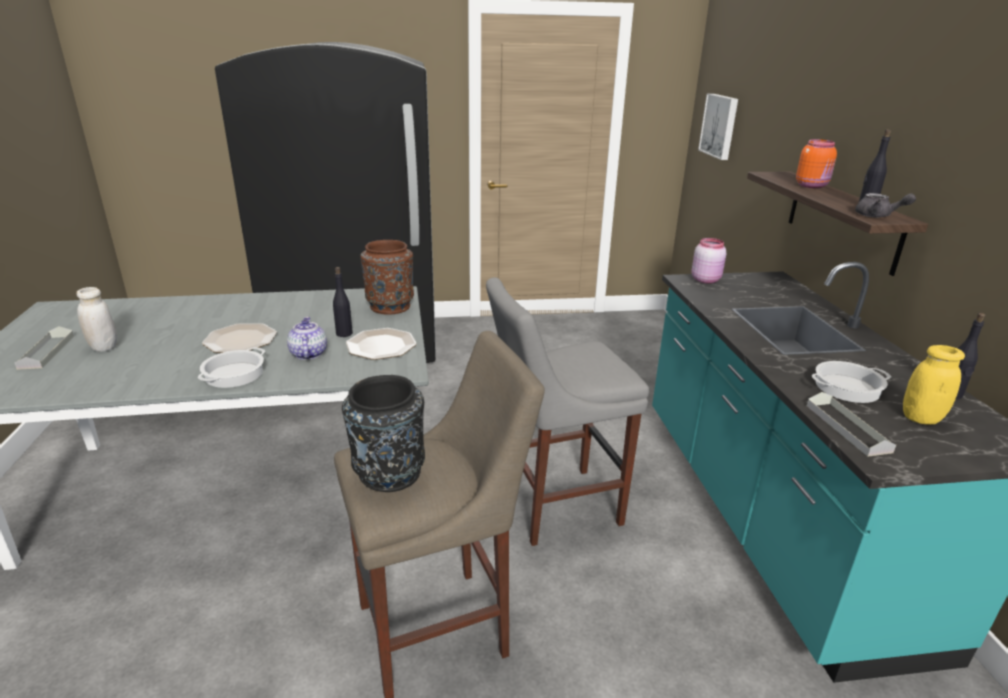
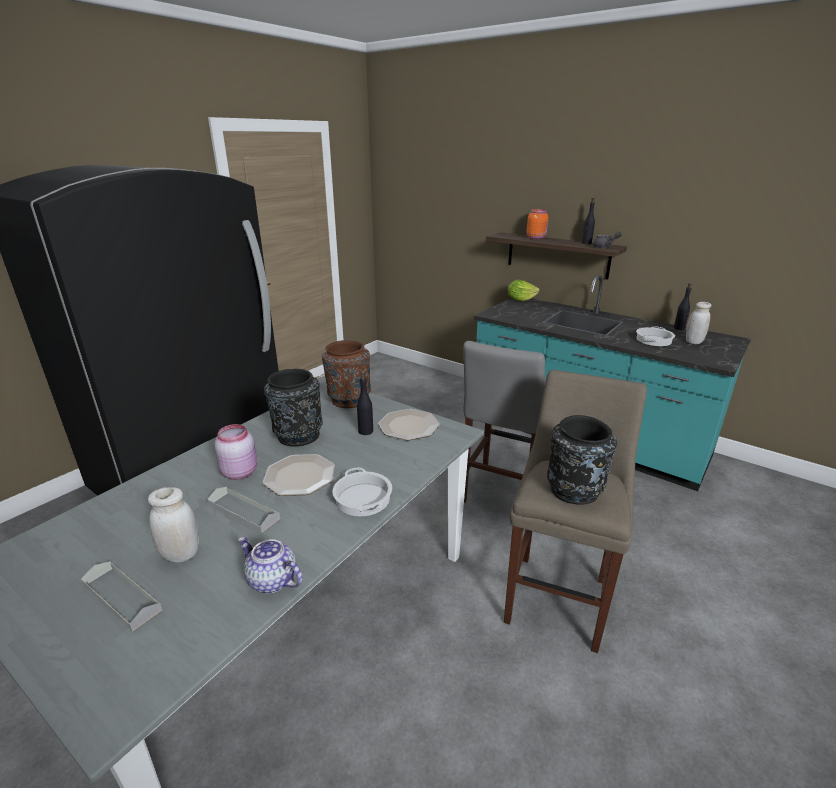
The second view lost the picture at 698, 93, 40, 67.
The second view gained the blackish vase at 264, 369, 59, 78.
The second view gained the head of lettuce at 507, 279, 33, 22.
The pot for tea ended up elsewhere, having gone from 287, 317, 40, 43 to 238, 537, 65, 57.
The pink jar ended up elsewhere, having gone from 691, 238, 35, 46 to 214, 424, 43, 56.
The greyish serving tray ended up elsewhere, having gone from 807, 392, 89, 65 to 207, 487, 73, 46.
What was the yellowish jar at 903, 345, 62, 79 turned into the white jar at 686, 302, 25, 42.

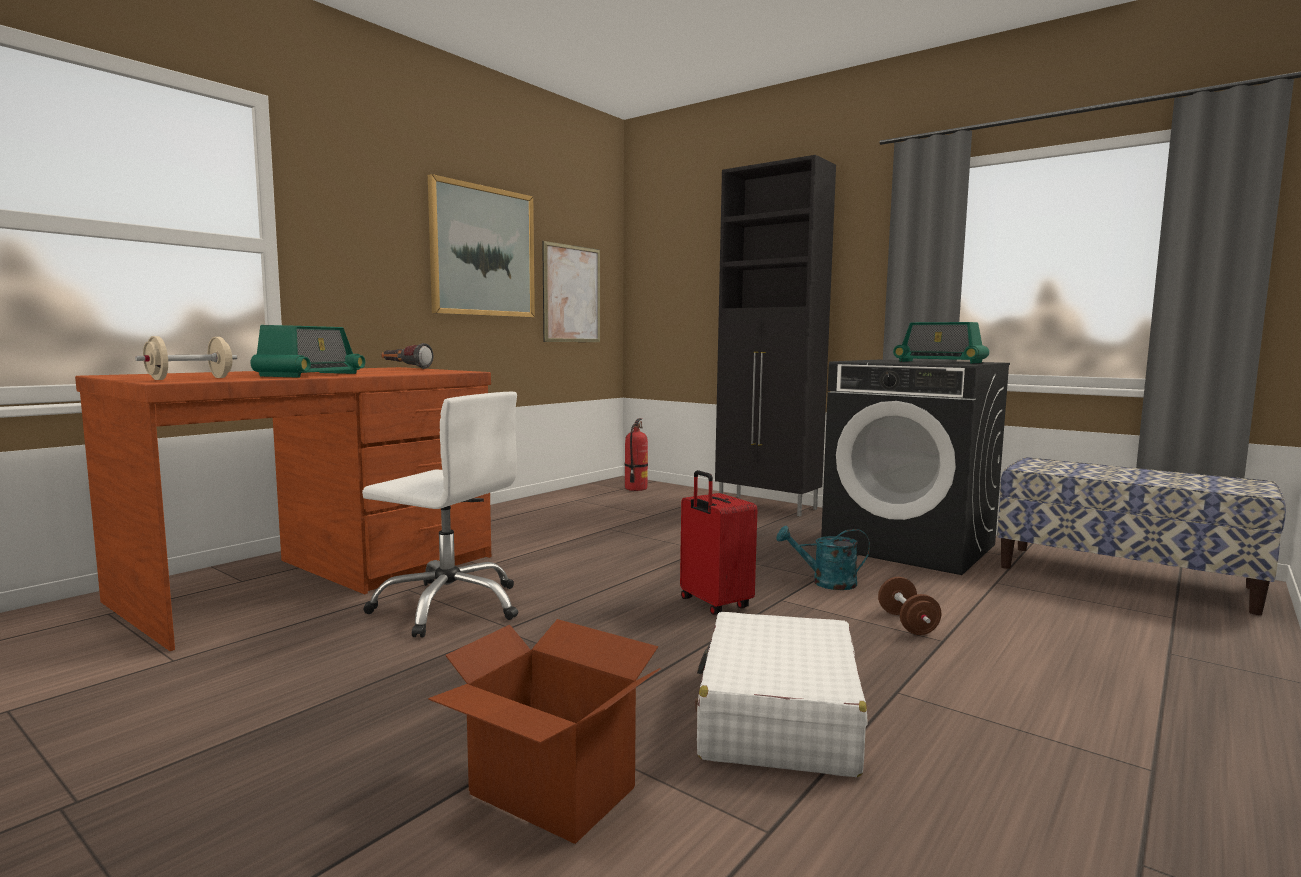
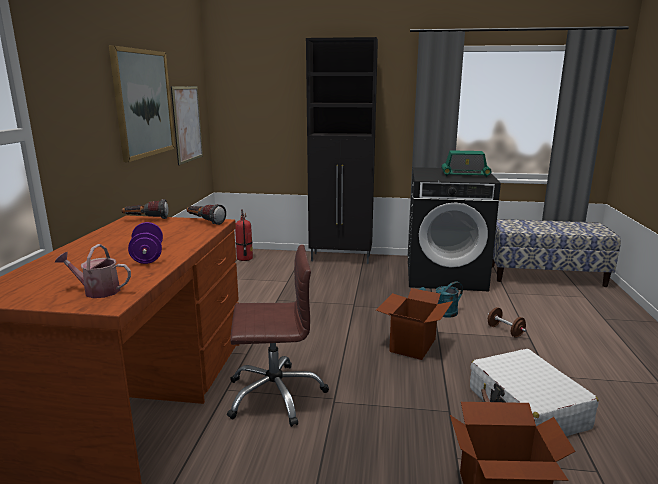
The second view gained the flashlight at 187, 204, 39, 21.
Where the beige-coloured free weight stood at 135, 336, 102, 44, the sprinkling can came to stand at 55, 244, 76, 54.
Where the radio receiver stood at 250, 325, 115, 53, the purplish free weight came to stand at 128, 222, 35, 42.
Where the reddish piece of luggage stood at 680, 470, 78, 145, the carton came to stand at 376, 288, 77, 72.
What was the white office chair at 362, 392, 156, 246 turned into the brown office chair at 227, 244, 102, 183.

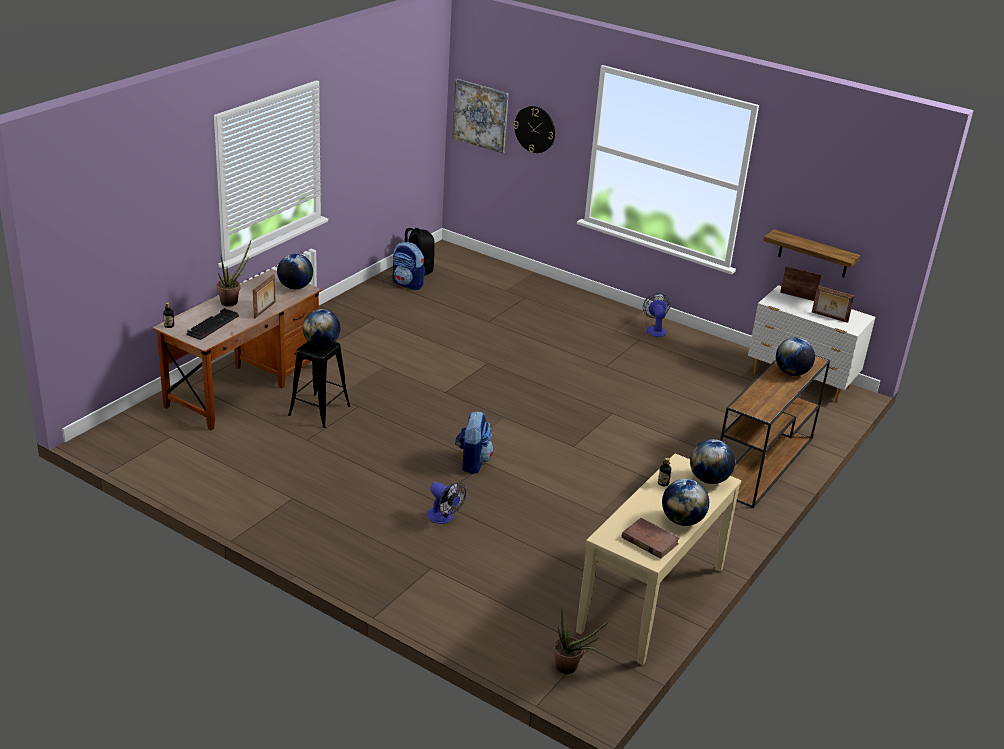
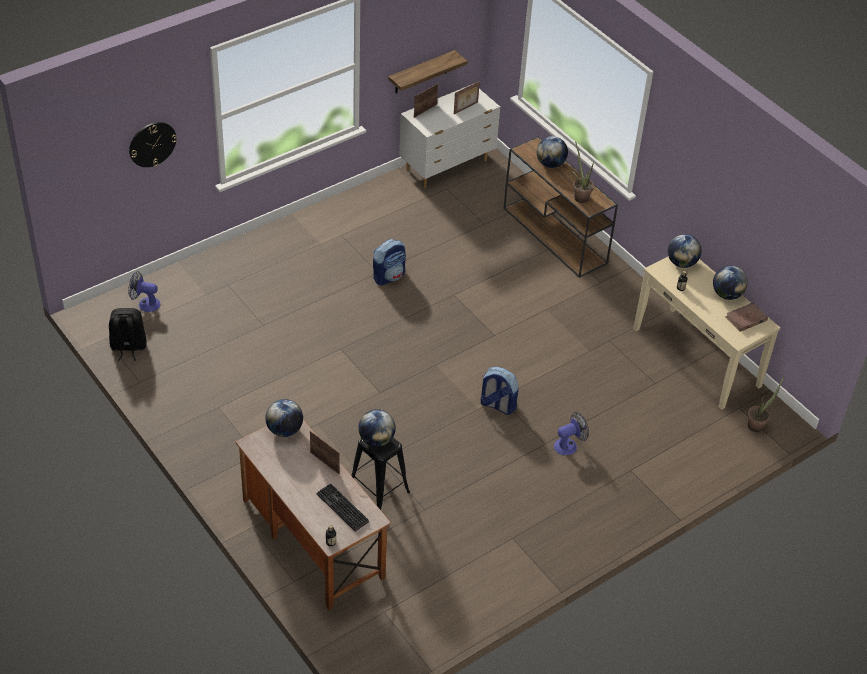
The second view lost the picture at 453, 79, 56, 75.
The potted plant ended up elsewhere, having gone from 216, 241, 35, 66 to 572, 142, 22, 61.
The knapsack ended up elsewhere, having gone from 392, 242, 33, 48 to 373, 239, 33, 46.
The electric fan ended up elsewhere, having gone from 643, 293, 27, 44 to 128, 271, 33, 41.

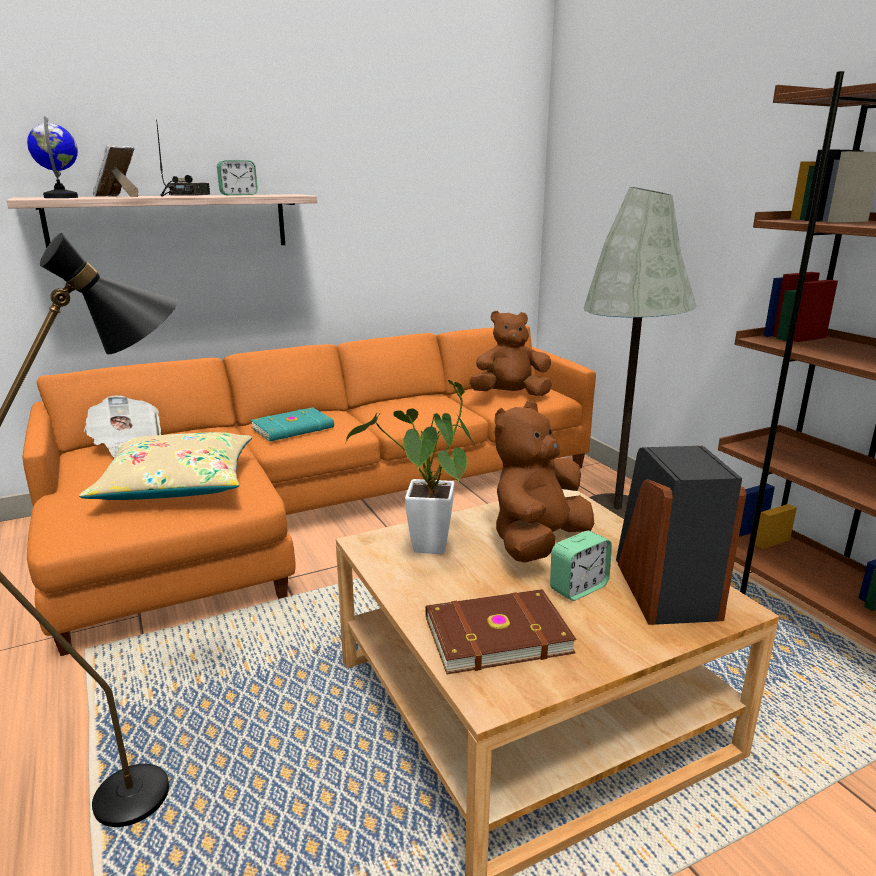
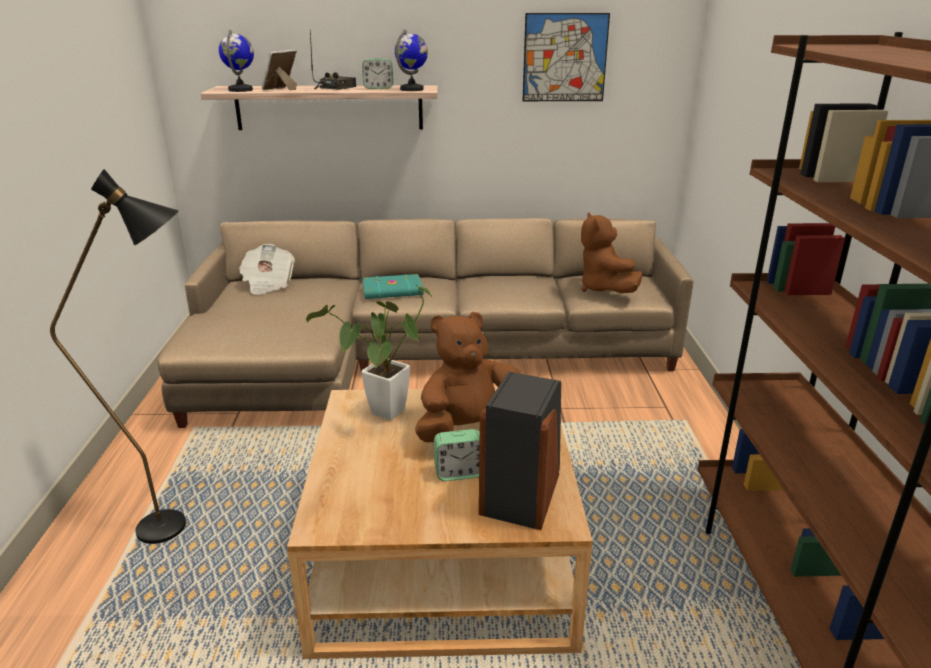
The second view lost the beige-coloured cushion at 79, 432, 173, 68.
The second view lost the brown volume at 425, 589, 152, 85.
The second view lost the greyish standing lamp at 584, 187, 113, 332.
The second view gained the globe at 395, 29, 33, 62.
The second view gained the picture at 523, 13, 87, 88.
What was the orange-coloured couch at 23, 326, 573, 330 turned into the beige-coloured couch at 157, 218, 537, 210.
The brown cuddly toy at 469, 311, 83, 85 ended up facing another way, 120 degrees counterclockwise from before.

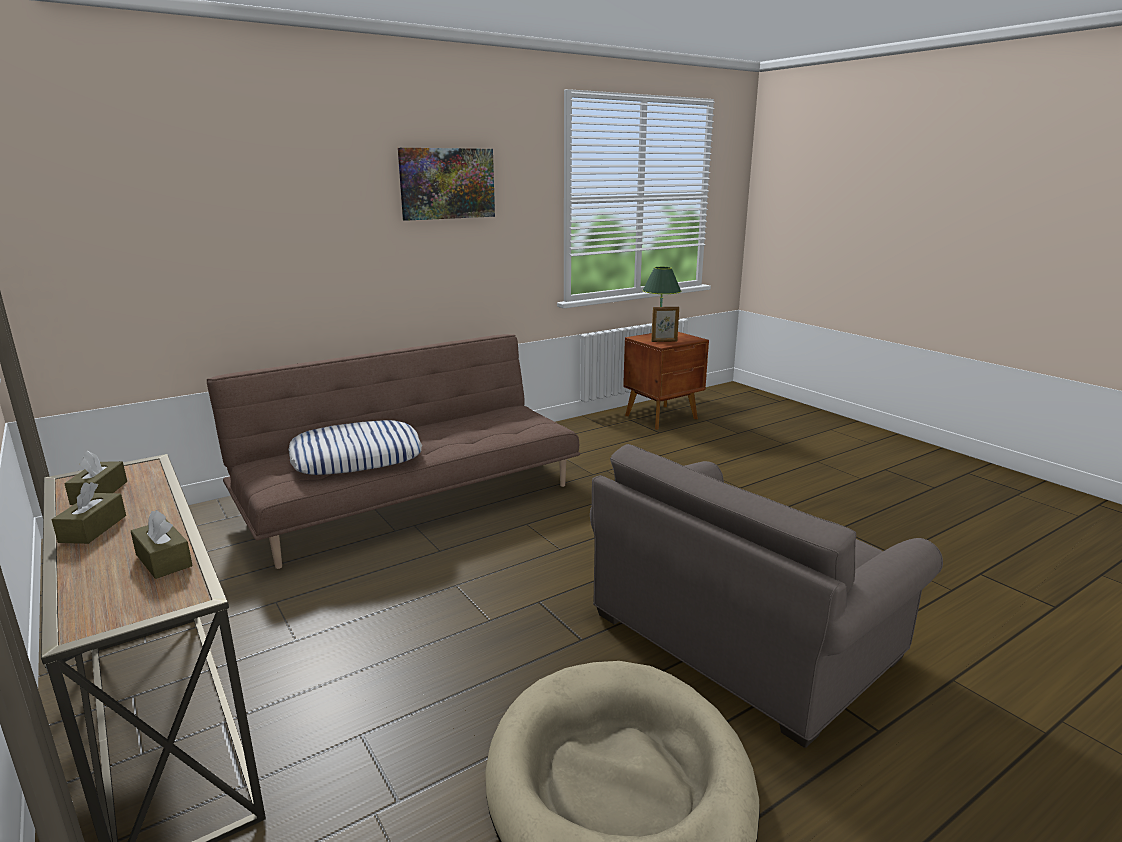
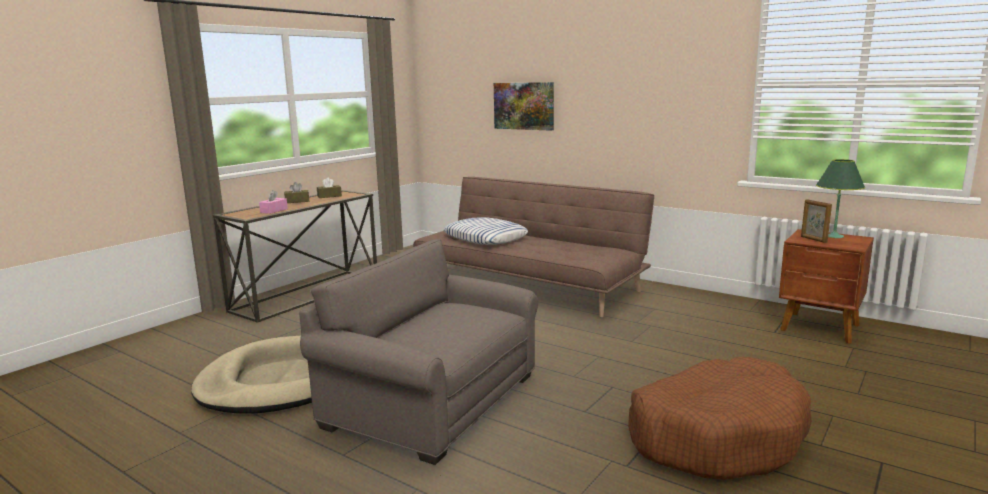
The second view gained the brown dog bed at 628, 357, 184, 123.
The picture ended up elsewhere, having gone from 398, 148, 97, 73 to 494, 82, 60, 49.
What was the brown tissue holder at 131, 510, 62, 69 turned into the pink tissue holder at 259, 190, 29, 24.

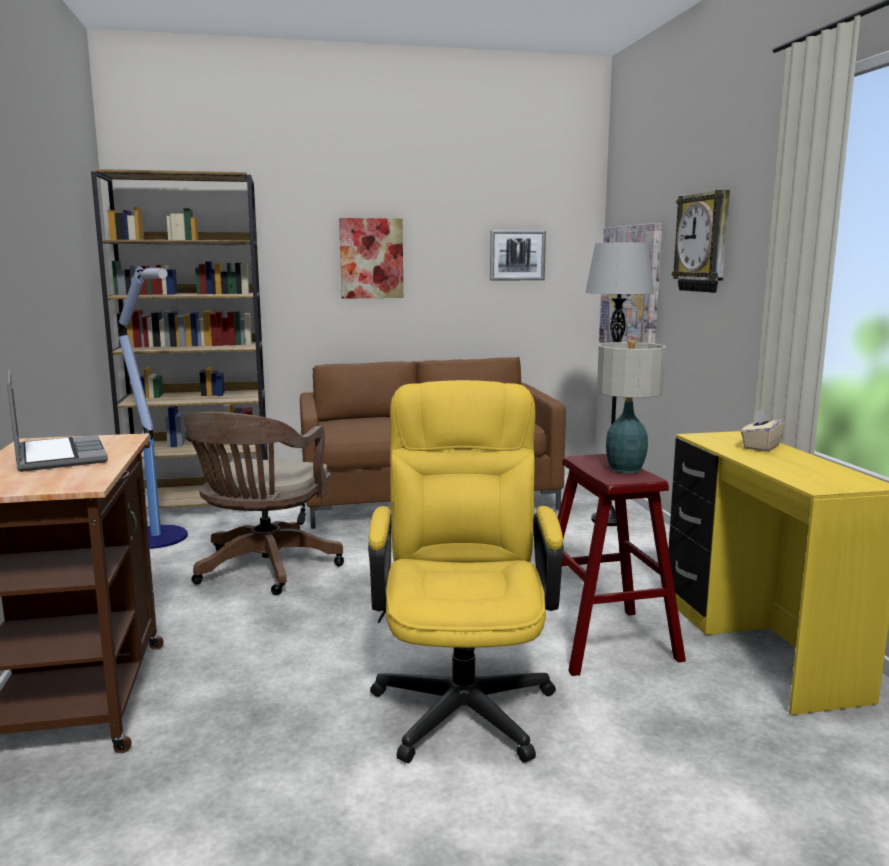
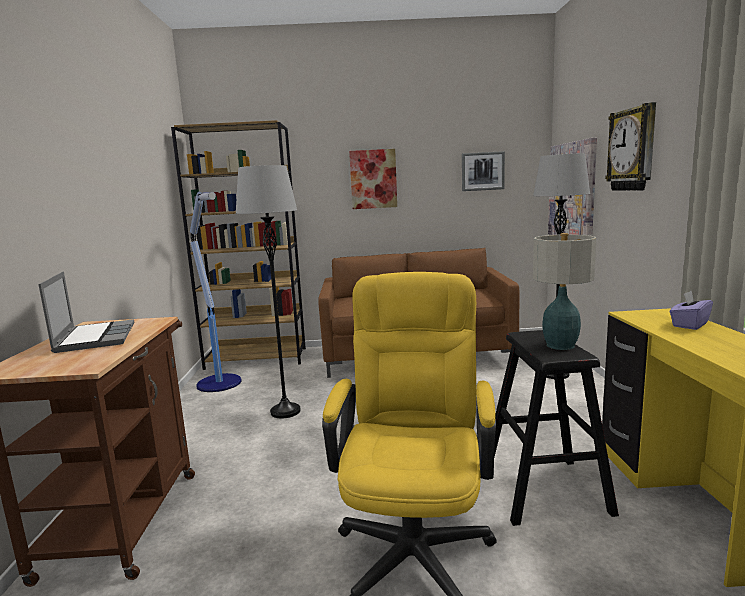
Where the brown office chair stood at 183, 412, 161, 183, the greyish standing lamp came to stand at 236, 165, 65, 254.
What was the reddish sitting stool at 557, 454, 129, 222 turned into the blackish sitting stool at 494, 330, 125, 196.
What was the beige-coloured tissue holder at 741, 409, 44, 43 turned into the purplish tissue holder at 670, 291, 43, 39.

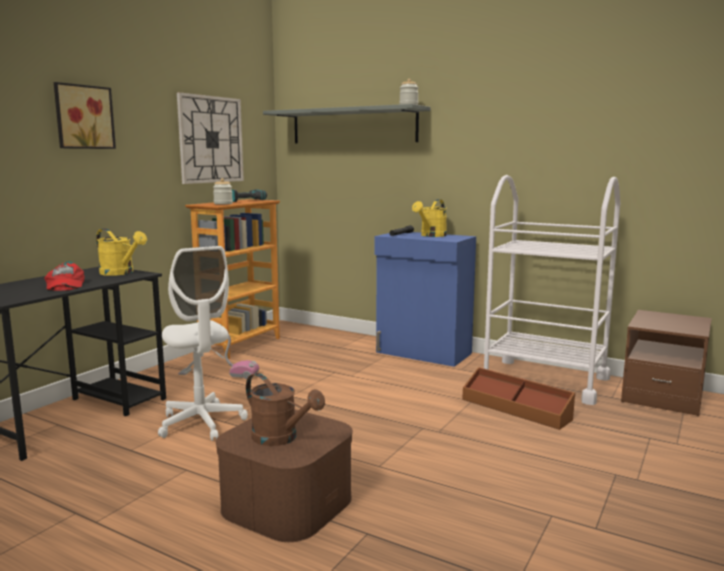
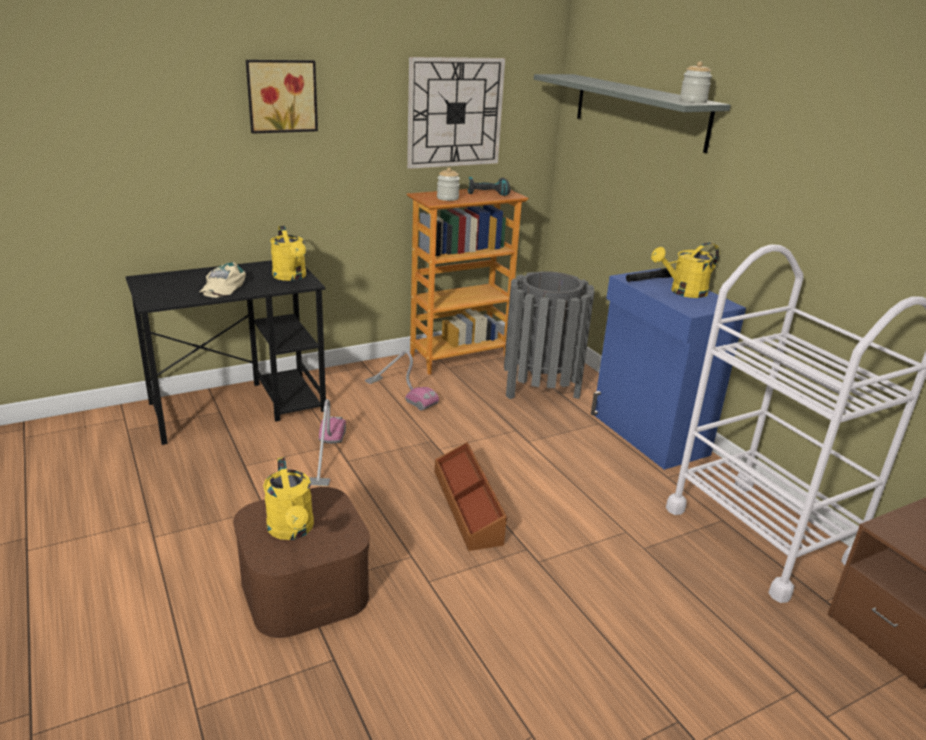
The second view gained the greyish trash can at 504, 271, 91, 128.
The brown storage bin ended up elsewhere, having gone from 462, 367, 113, 63 to 435, 442, 72, 109.
Where the white office chair stood at 158, 246, 90, 195, the hoover came to stand at 309, 399, 37, 87.
What was the reddish cap at 44, 261, 41, 30 turned into the beige-coloured cap at 200, 262, 46, 36.
What was the brown sprinkling can at 246, 373, 79, 73 turned into the yellowish sprinkling can at 263, 457, 51, 83.

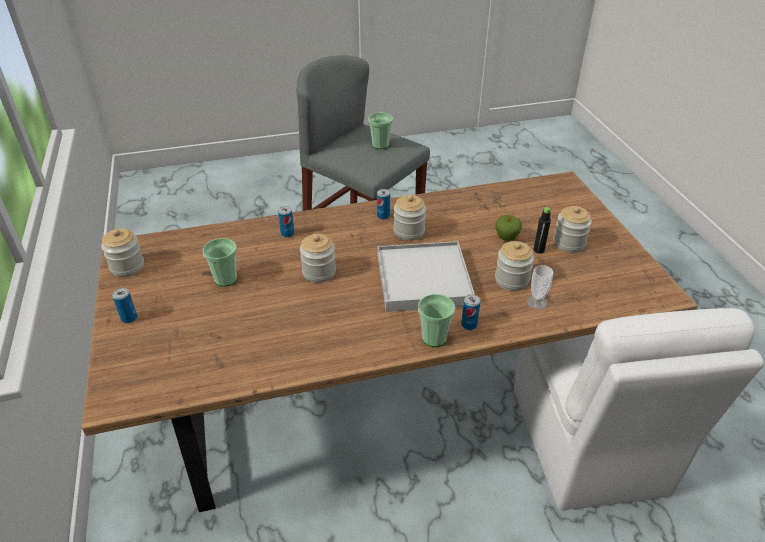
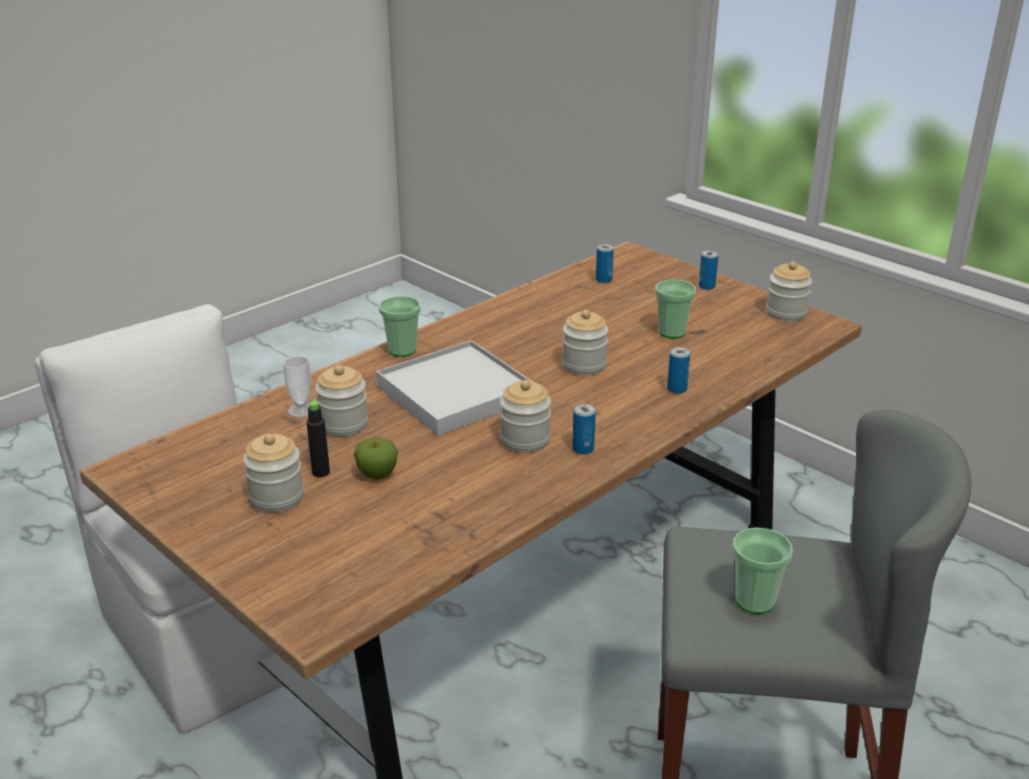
The sealed can ended up elsewhere, having gone from 461, 294, 19, 36 to 596, 244, 18, 39.

